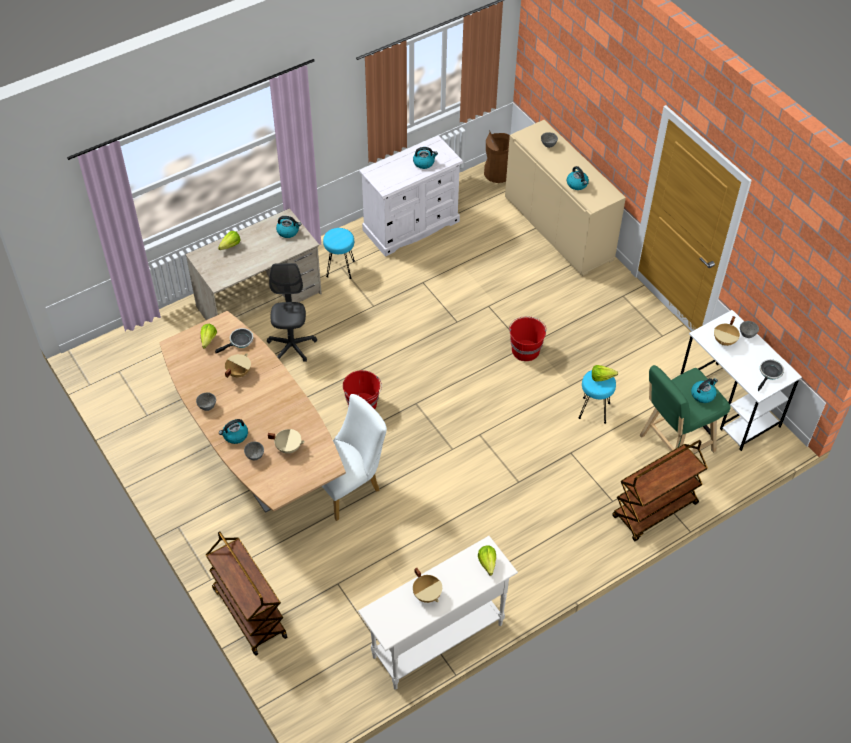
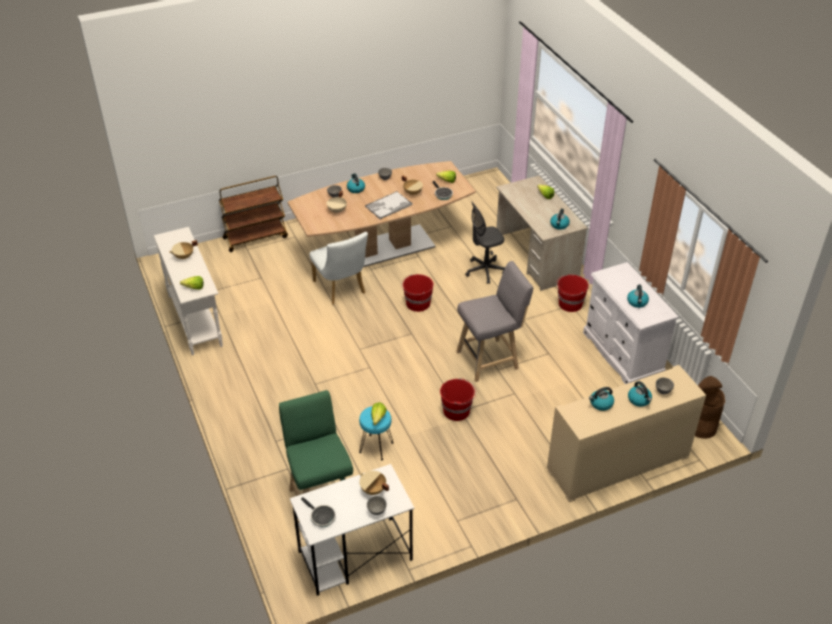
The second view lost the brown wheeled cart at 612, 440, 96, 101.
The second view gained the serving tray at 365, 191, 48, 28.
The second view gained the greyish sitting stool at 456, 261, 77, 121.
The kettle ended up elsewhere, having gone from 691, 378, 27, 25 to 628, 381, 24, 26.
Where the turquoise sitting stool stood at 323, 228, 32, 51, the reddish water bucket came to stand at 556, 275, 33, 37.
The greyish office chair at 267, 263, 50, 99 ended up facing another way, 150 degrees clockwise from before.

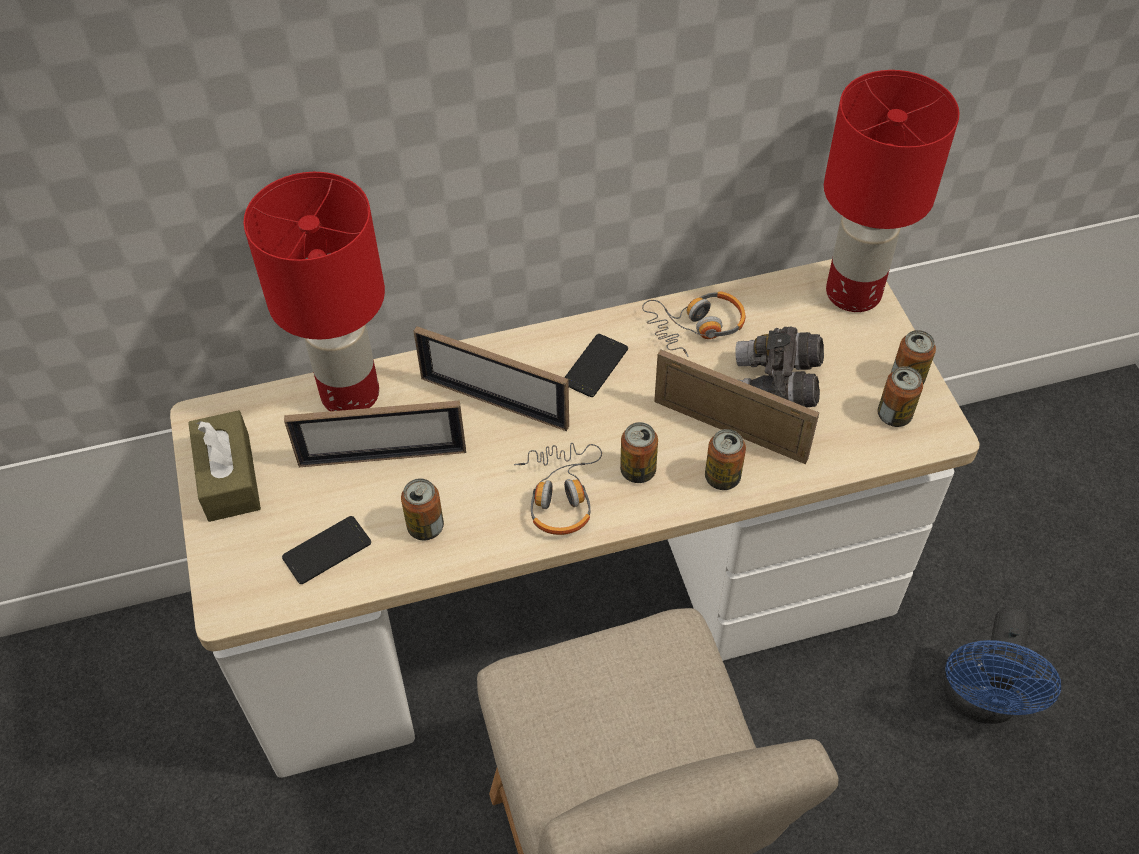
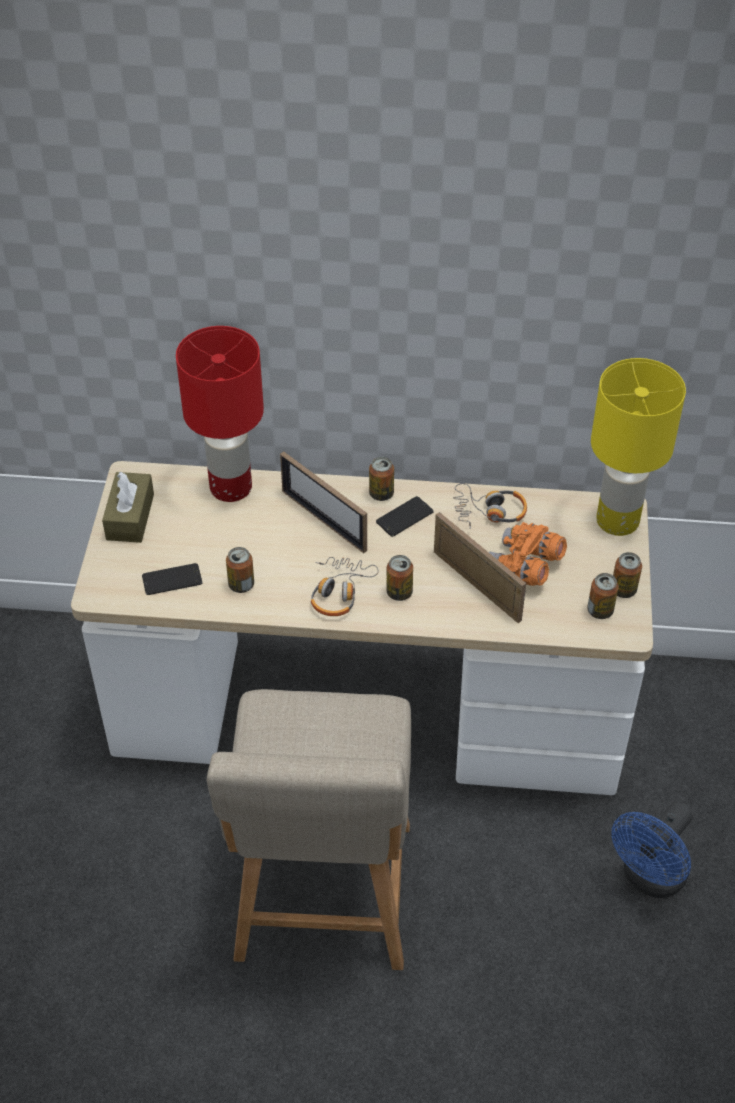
The second view lost the picture frame at 284, 400, 182, 67.
The sealed can ended up elsewhere, having gone from 705, 429, 41, 61 to 369, 457, 25, 44.
What was the greyish field glasses at 735, 326, 89, 82 turned into the orange-coloured field glasses at 489, 522, 78, 64.
What was the reddish lamp for a table at 824, 70, 135, 242 turned into the yellowish lamp for a table at 591, 358, 95, 178.

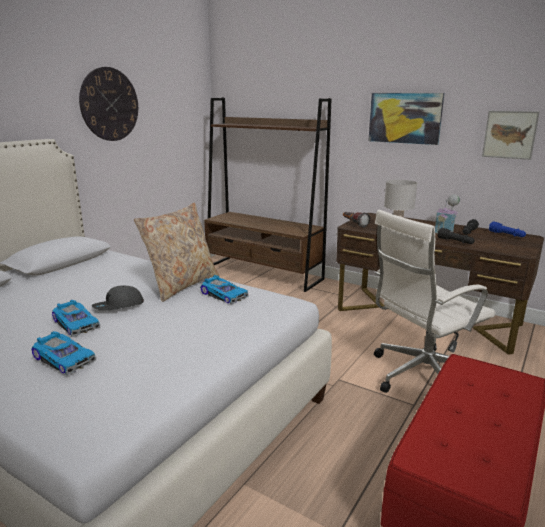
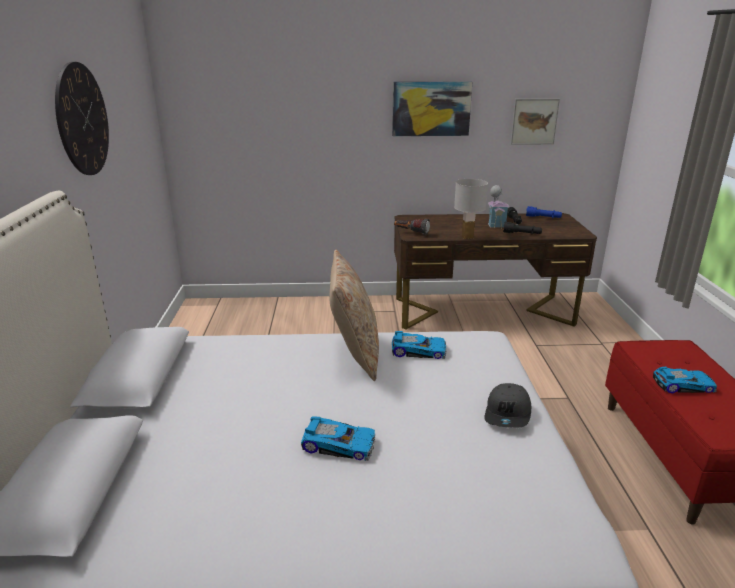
The second view lost the brown bookshelf at 204, 98, 127, 194.
The second view lost the white office chair at 374, 210, 122, 183.
The toy car ended up elsewhere, having gone from 31, 331, 65, 44 to 653, 366, 64, 27.
The greyish cap ended up elsewhere, having gone from 92, 286, 52, 25 to 484, 383, 47, 45.

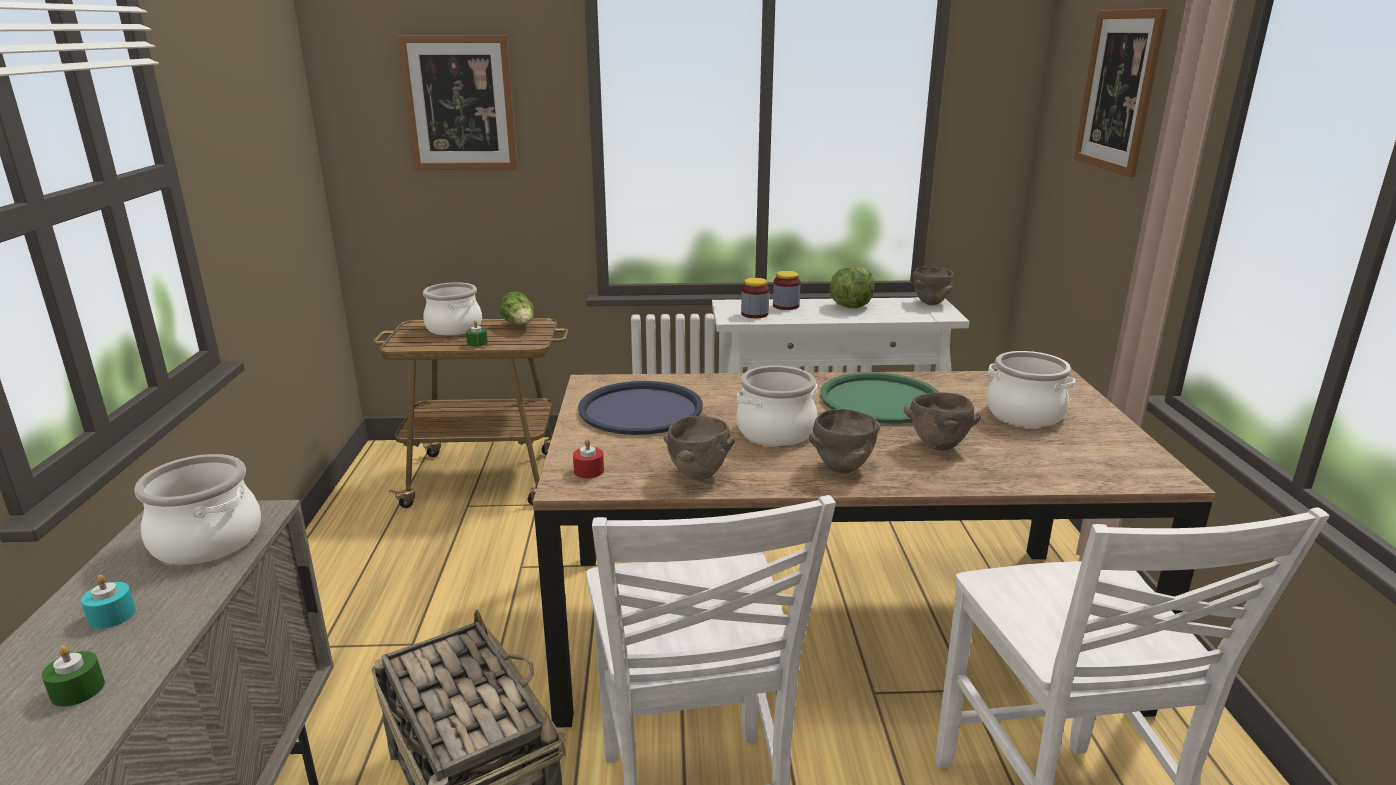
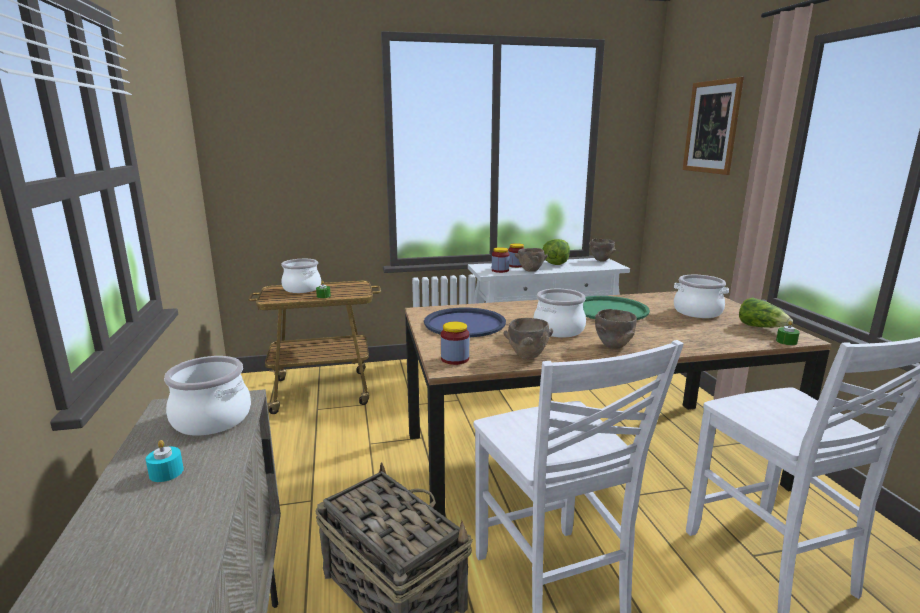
The second view lost the picture at 398, 35, 120, 135.
The green-coloured wax candle ended up elsewhere, having gone from 42, 646, 63, 61 to 776, 321, 24, 24.
The head of lettuce ended up elsewhere, having gone from 499, 292, 35, 33 to 739, 297, 54, 31.
The brown bowl ended up elsewhere, having gone from 904, 392, 77, 59 to 515, 248, 33, 24.
Where the reddish wax candle stood at 573, 439, 31, 39, the jar came to stand at 441, 322, 28, 43.

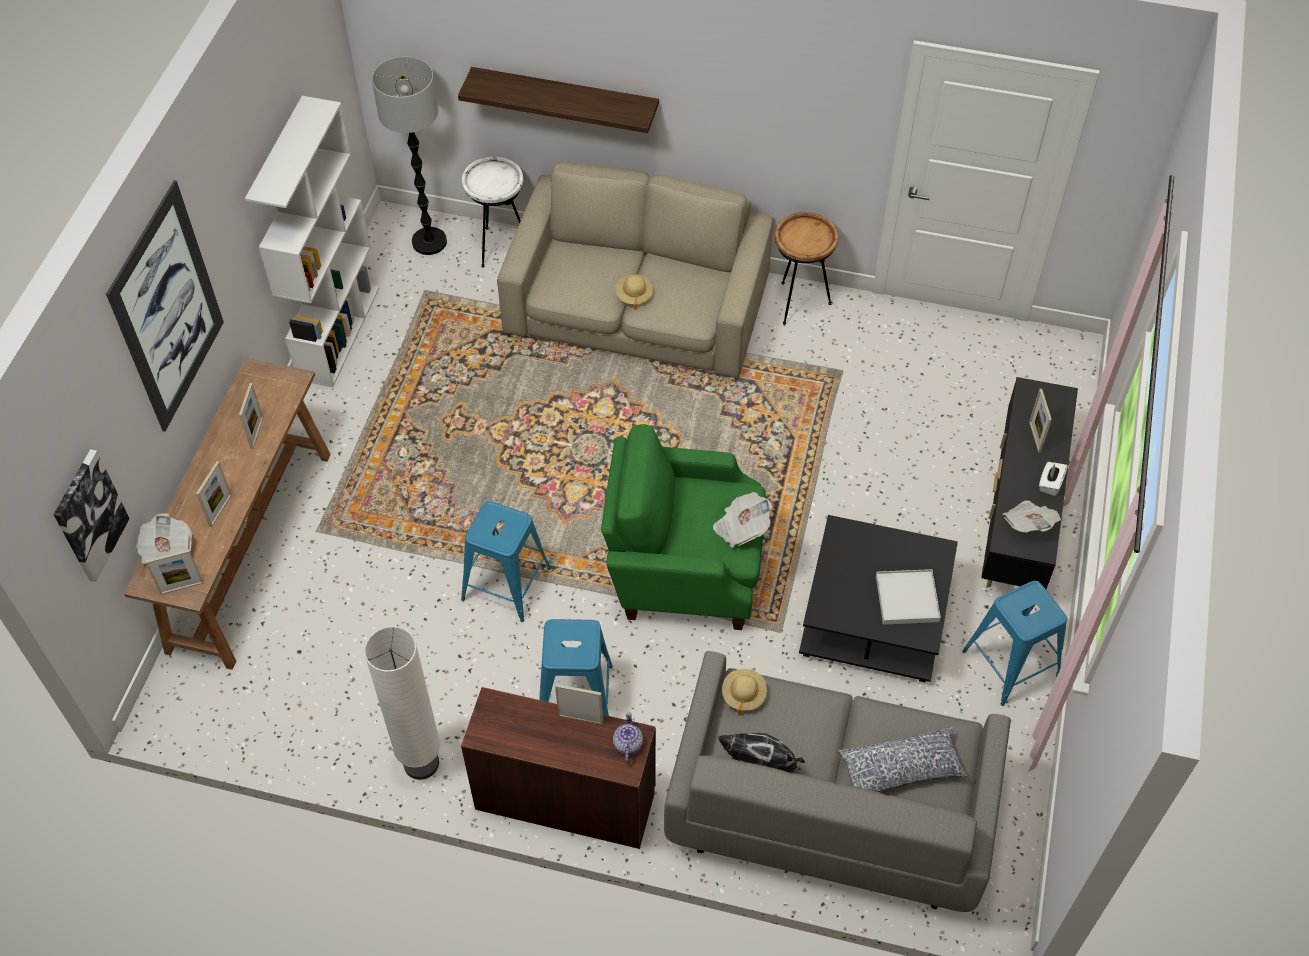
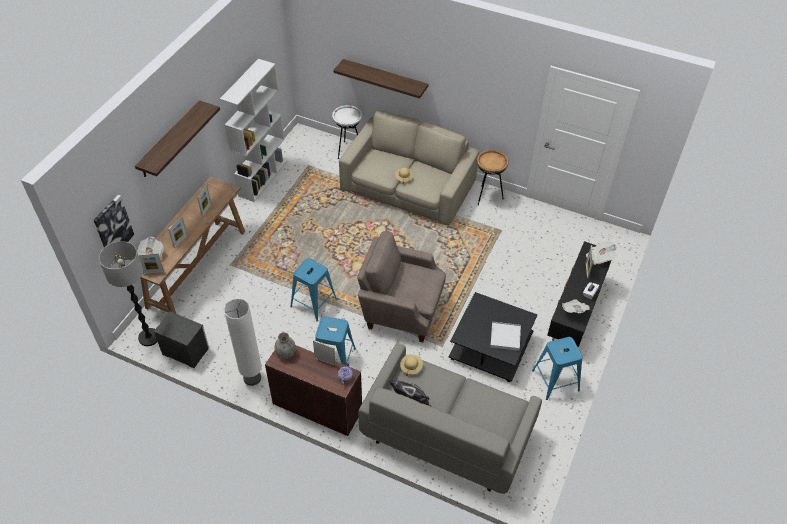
The second view lost the cushion at 837, 726, 131, 66.
The second view gained the night table at 154, 311, 55, 57.
The second view gained the greyish vase at 275, 332, 21, 27.
The standing lamp ended up elsewhere, having gone from 372, 56, 75, 199 to 99, 241, 59, 105.
The printed paper ended up elsewhere, having gone from 713, 492, 59, 56 to 586, 241, 31, 24.
Where the picture hung at 106, 180, 118, 252, the bracket shelf came to hang at 135, 100, 85, 77.
What was the green-coloured lounge chair at 601, 424, 165, 206 turned into the beige-coloured lounge chair at 357, 231, 89, 111.

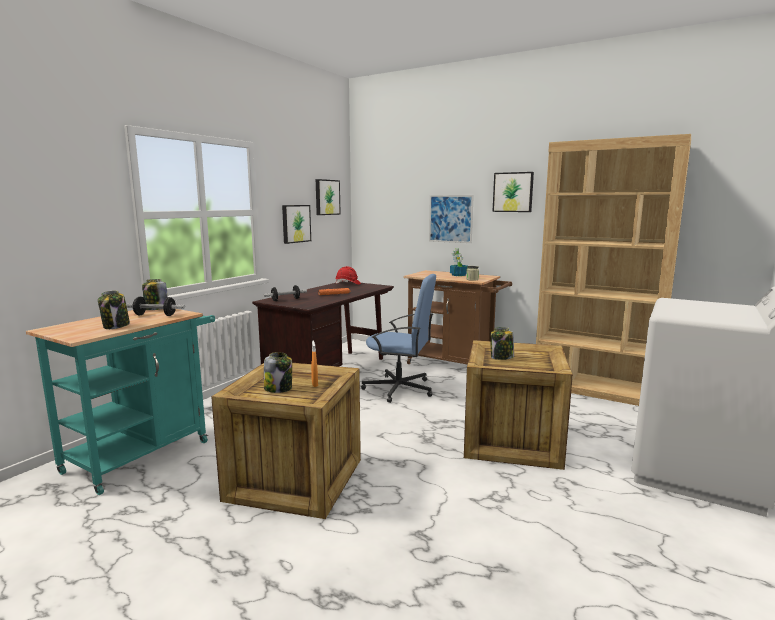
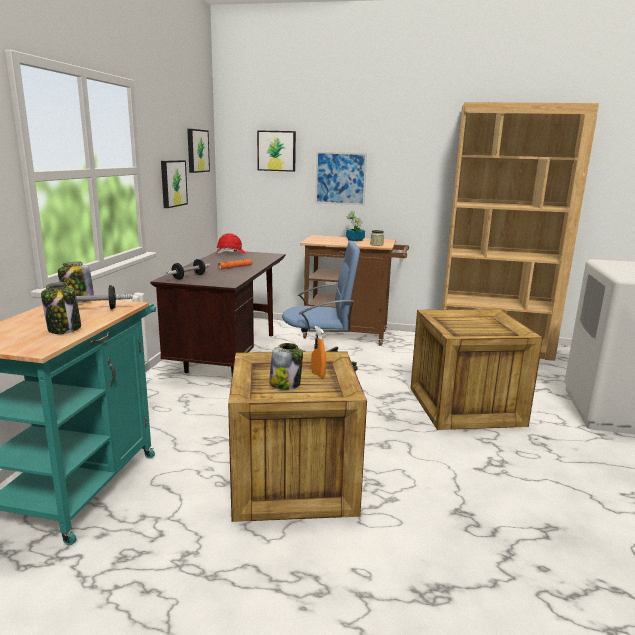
The second view lost the jar at 490, 327, 24, 33.
The picture ended up elsewhere, having gone from 492, 172, 42, 40 to 257, 130, 39, 42.

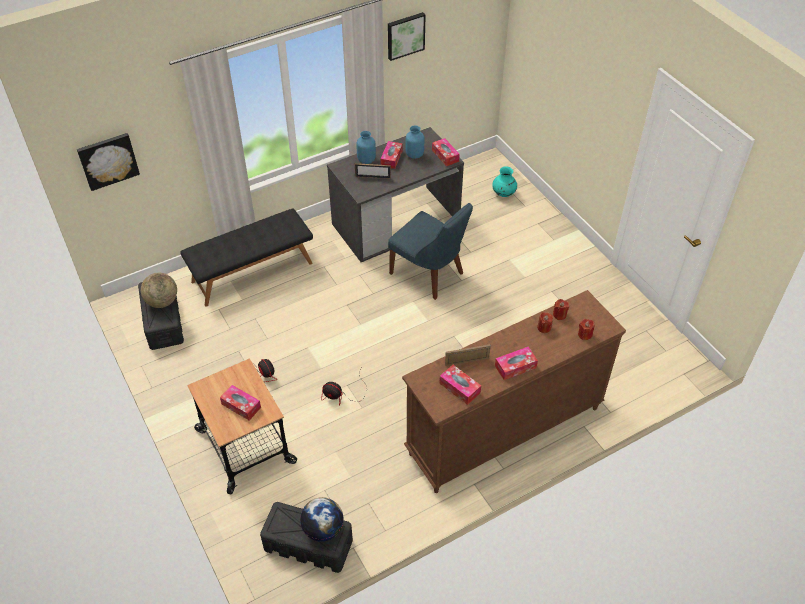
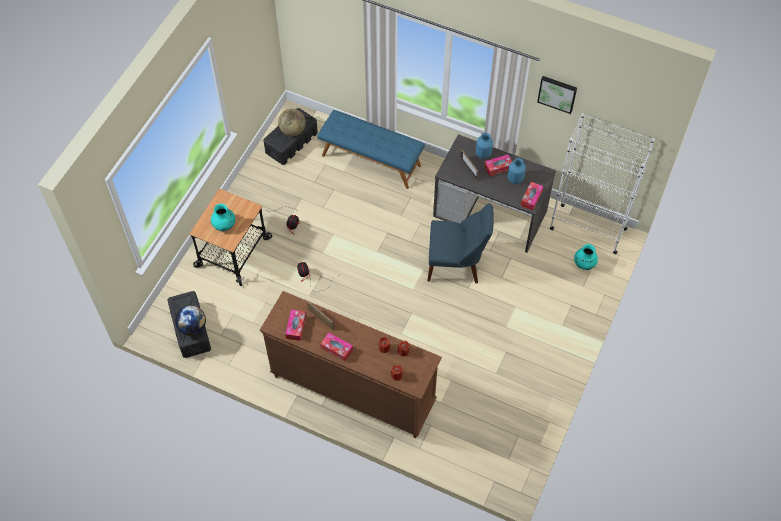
The second view lost the picture at 77, 133, 63, 58.
The second view gained the white bookshelf at 550, 113, 105, 141.
Where the tissue holder stood at 220, 385, 41, 36, the turquoise vase came to stand at 211, 204, 24, 27.
What was the blackish long seat at 180, 208, 133, 99 turned into the bluish long seat at 317, 110, 108, 79.
The bluish upright chair at 388, 203, 85, 97 ended up facing another way, 90 degrees counterclockwise from before.

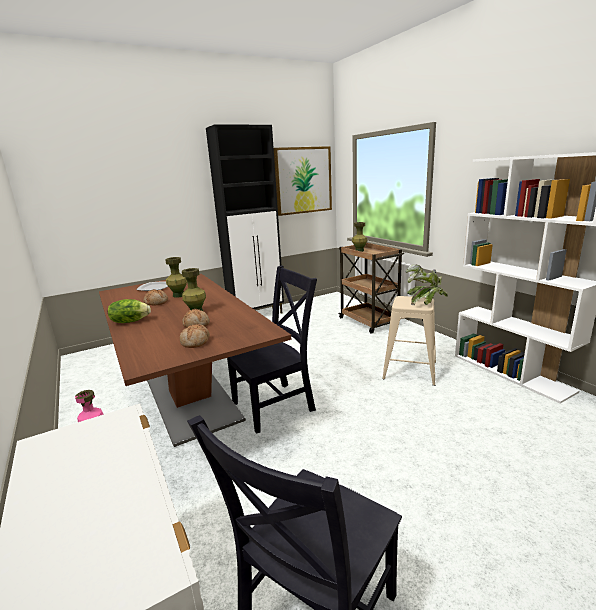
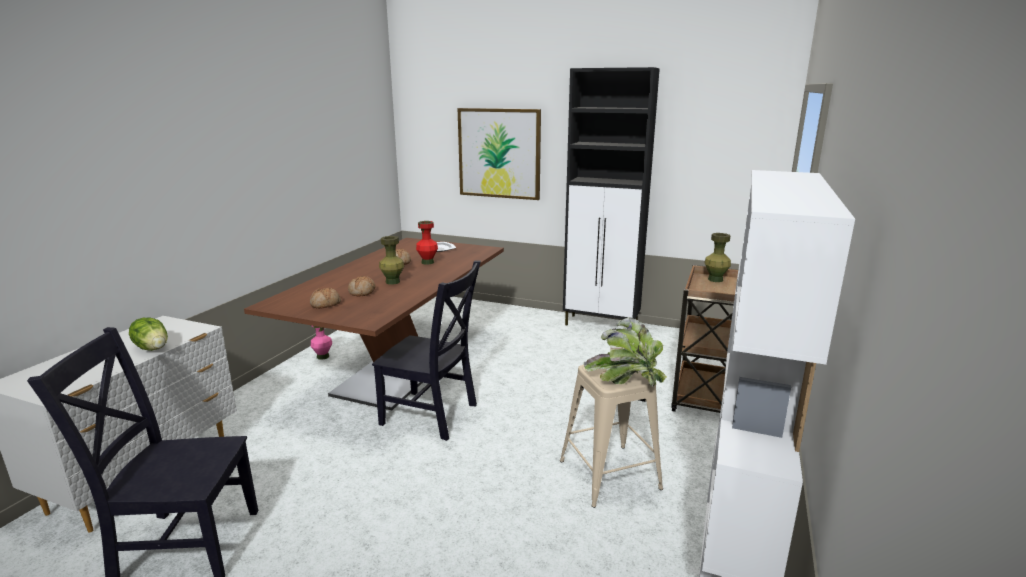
The head of lettuce ended up elsewhere, having gone from 108, 299, 43, 24 to 129, 318, 39, 33.
The picture ended up elsewhere, having gone from 274, 146, 58, 70 to 458, 108, 83, 92.
What was the green-coloured vase at 165, 257, 22, 41 turned into the reddish vase at 416, 221, 22, 44.

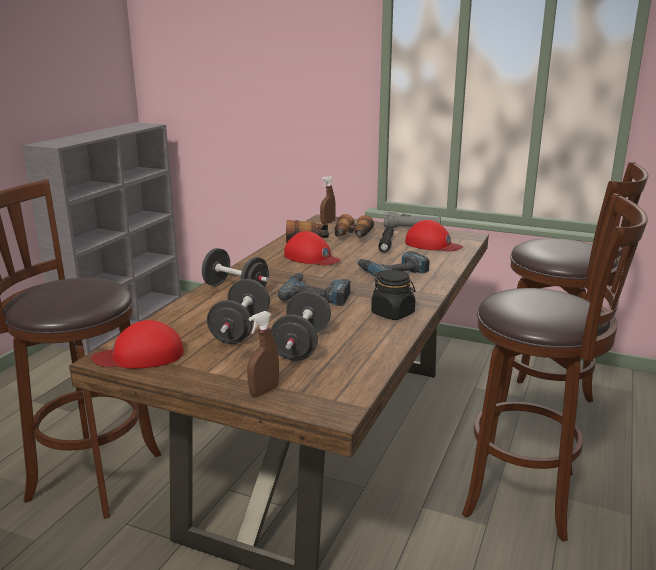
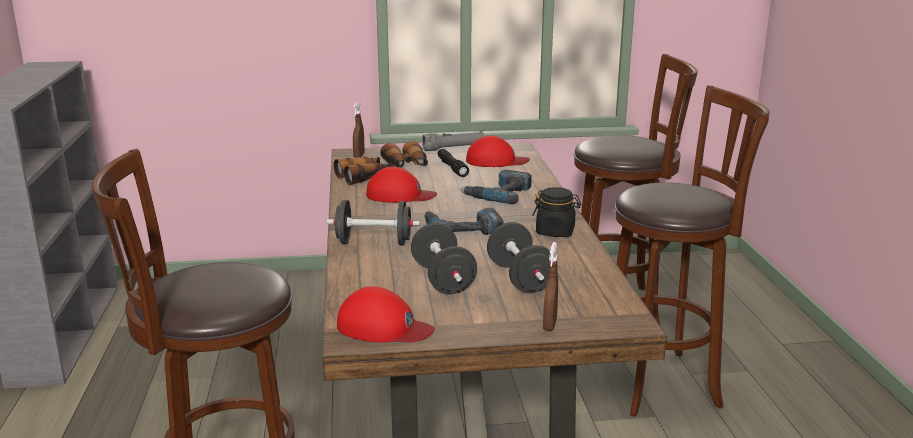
The reddish cap at 91, 320, 93, 49 ended up facing another way, 120 degrees counterclockwise from before.

